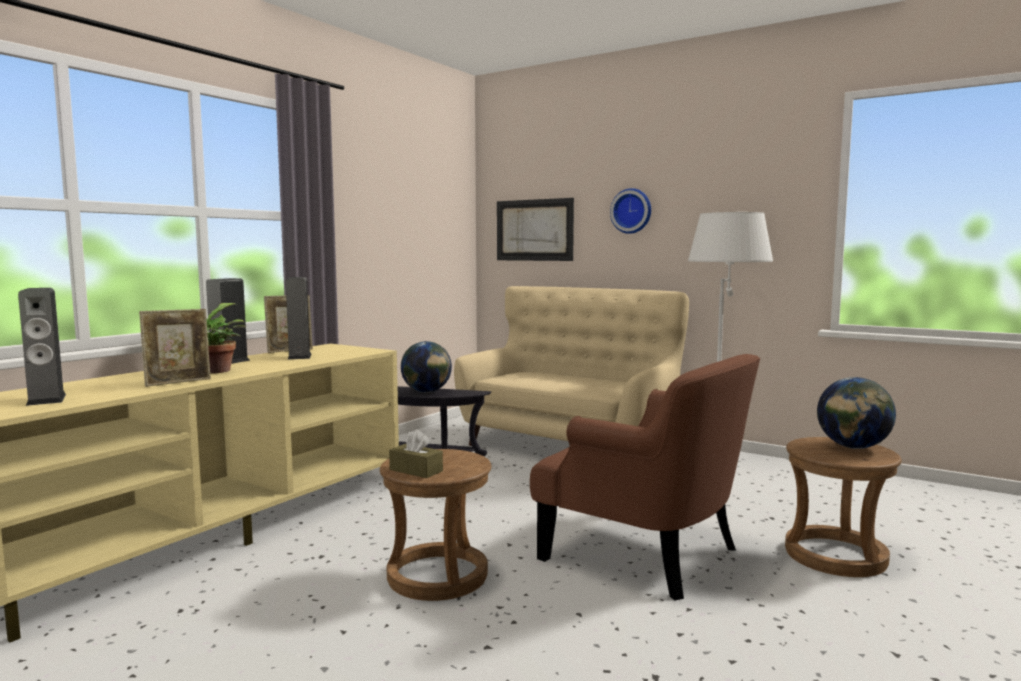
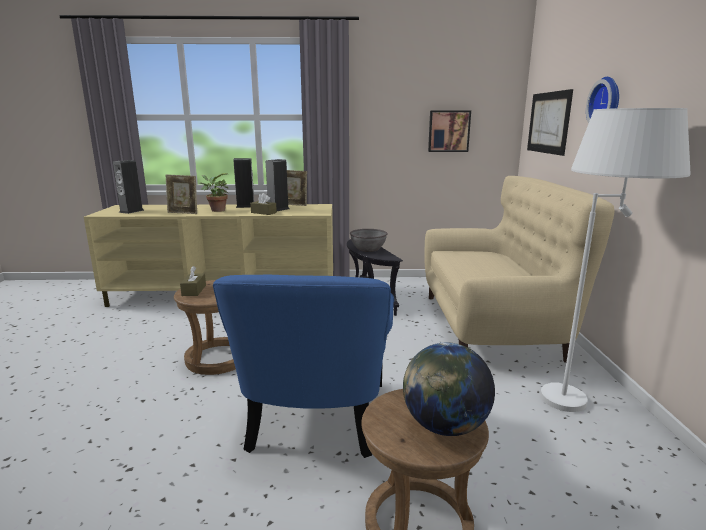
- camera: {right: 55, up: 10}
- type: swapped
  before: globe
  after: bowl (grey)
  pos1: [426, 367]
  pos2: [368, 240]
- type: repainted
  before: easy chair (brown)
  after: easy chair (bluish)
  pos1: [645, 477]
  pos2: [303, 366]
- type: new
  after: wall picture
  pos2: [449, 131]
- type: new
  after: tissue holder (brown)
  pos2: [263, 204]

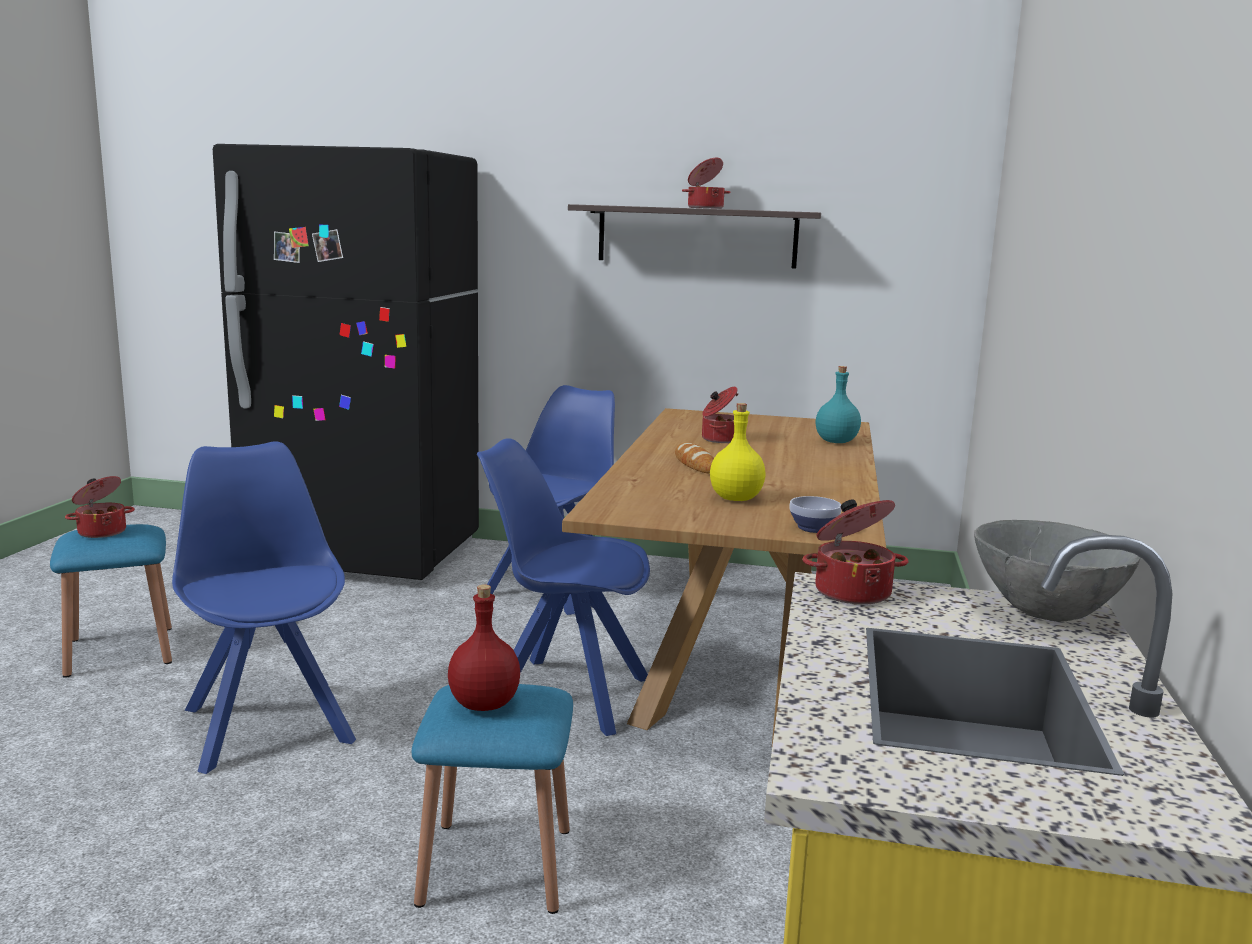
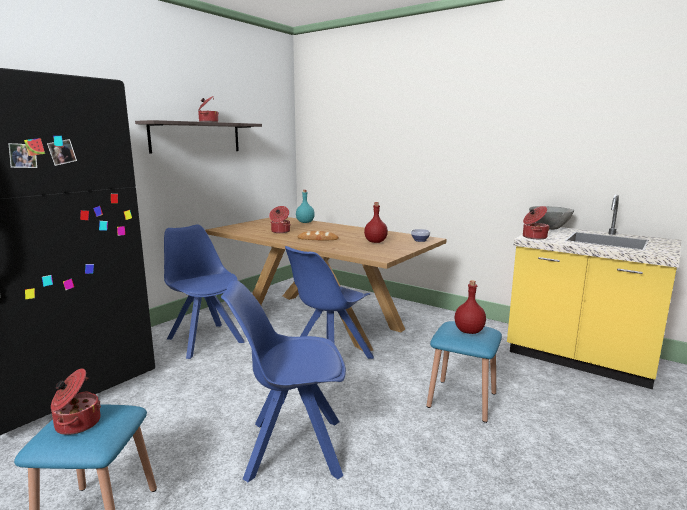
- camera: {right: -65, up: 0}
- type: repainted
  before: drink bottle (yellow)
  after: drink bottle (red)
  pos1: [738, 452]
  pos2: [376, 222]

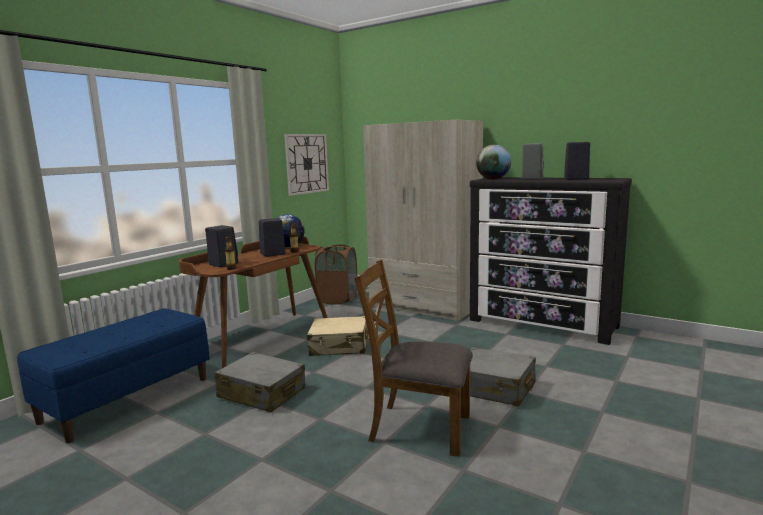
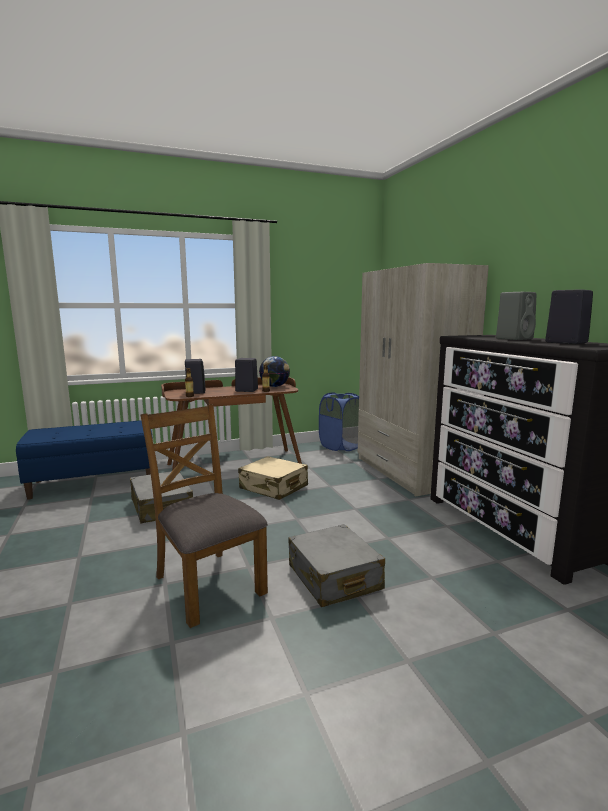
- camera: {right: 35, up: 0}
- type: gone
  before: hanging clock
  pos1: [306, 165]
- type: gone
  before: globe
  pos1: [493, 162]
- type: repainted
  before: washing basket (brown)
  after: washing basket (bluish)
  pos1: [336, 274]
  pos2: [339, 421]

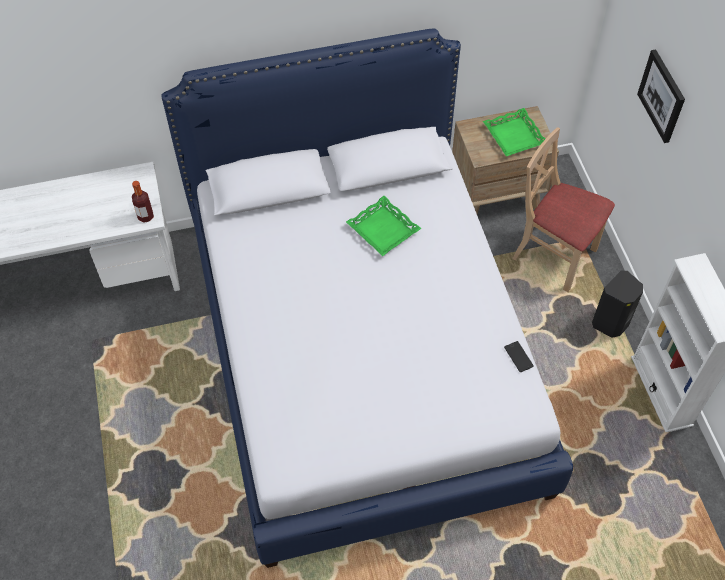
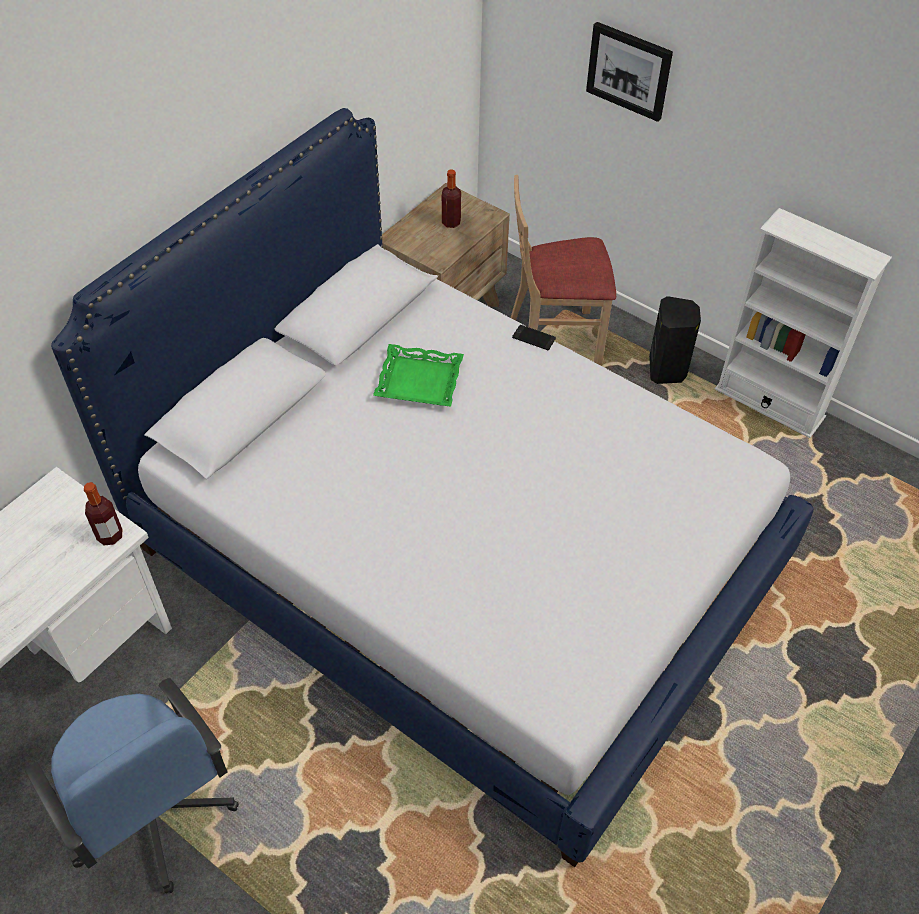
- camera: {right: -40, up: -5}
- type: swapped
  before: carrying tray (green)
  after: drink bottle
  pos1: [514, 132]
  pos2: [451, 199]
- type: shifted
  before: telephone
  pos1: [519, 356]
  pos2: [534, 337]
- type: new
  after: desk chair (bluish)
  pos2: [132, 785]

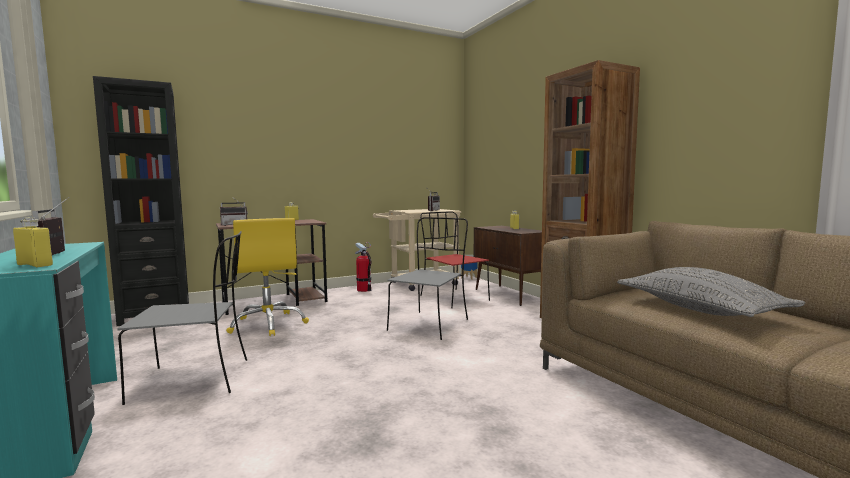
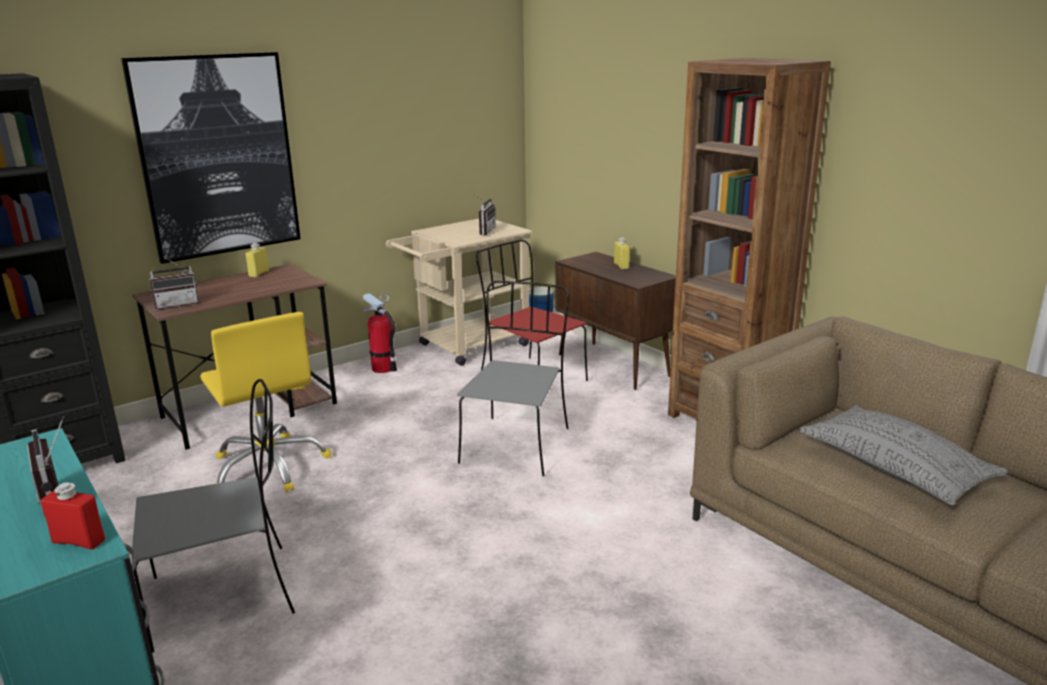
- camera: {right: -10, up: 15}
- type: repainted
  before: drink bottle (yellow)
  after: drink bottle (red)
  pos1: [33, 242]
  pos2: [73, 515]
- type: new
  after: wall picture
  pos2: [211, 158]

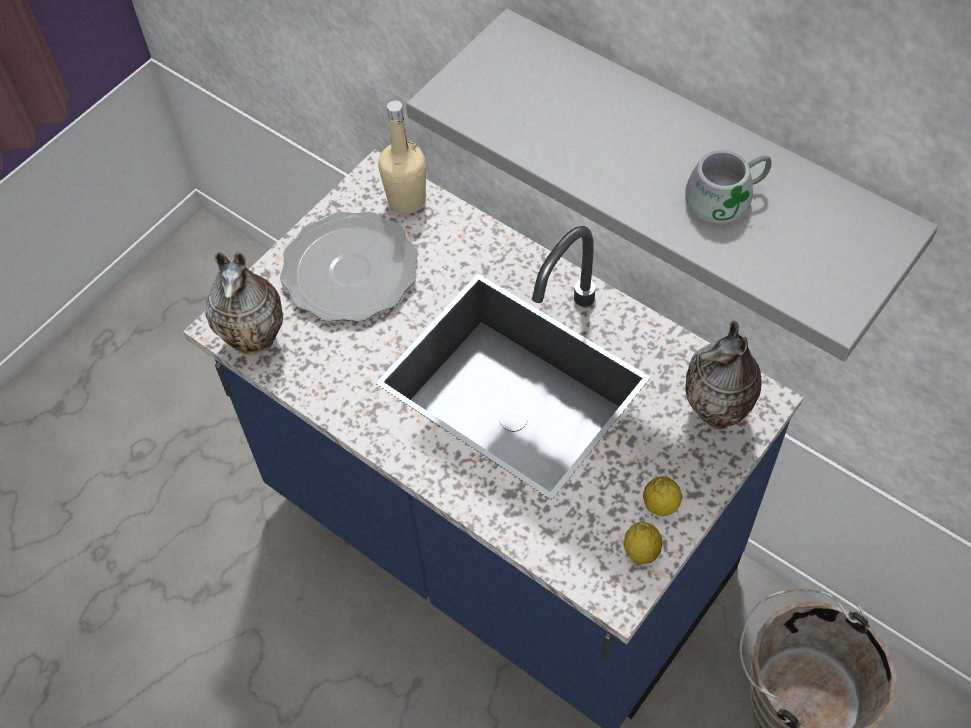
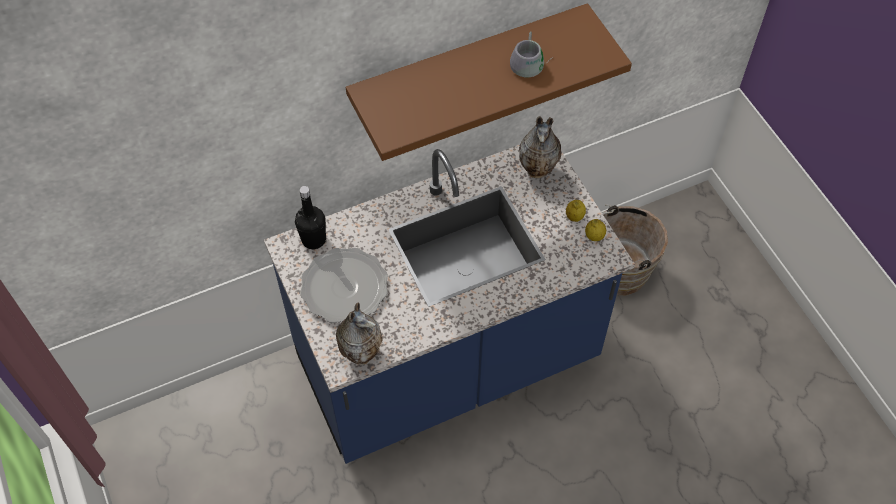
- camera: {right: -65, up: 0}
- type: repainted
  before: bracket shelf (grey)
  after: bracket shelf (brown)
  pos1: [672, 184]
  pos2: [489, 82]
- type: repainted
  before: drink bottle (beige-coloured)
  after: drink bottle (black-coloured)
  pos1: [402, 157]
  pos2: [310, 217]

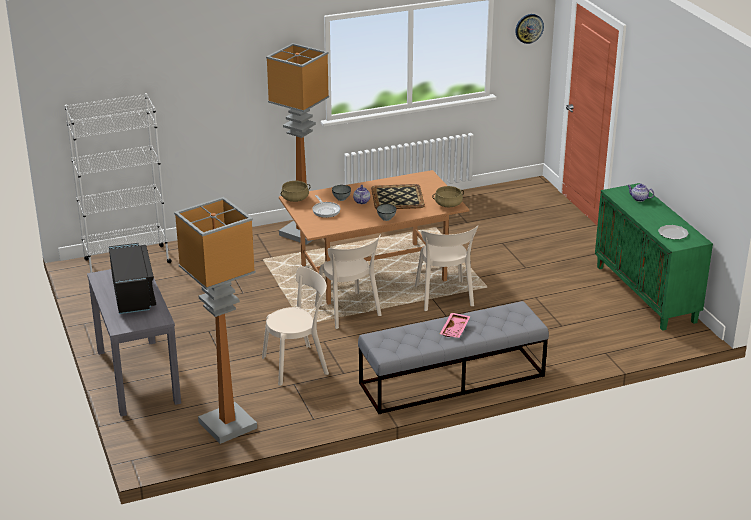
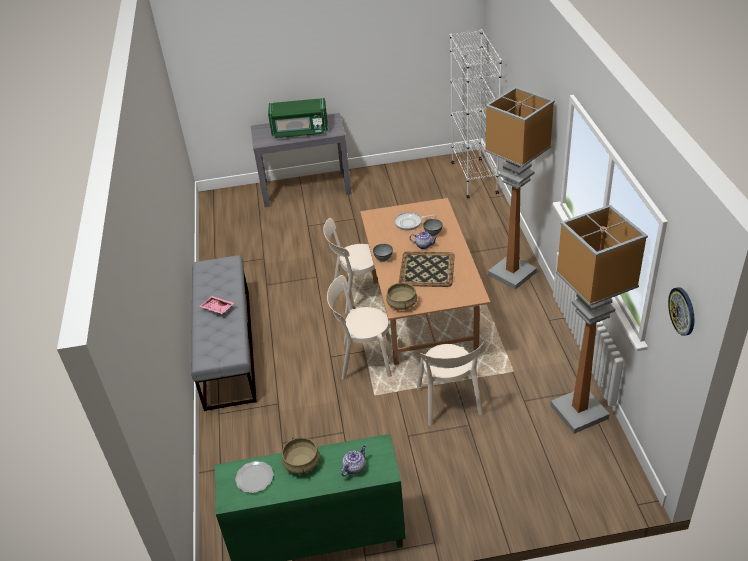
- camera: {right: 105, up: 10}
- type: shifted
  before: cooking pot (beige-coloured)
  pos1: [295, 191]
  pos2: [301, 455]
- type: shifted
  before: floor lamp
  pos1: [215, 320]
  pos2: [599, 319]
- type: repainted
  before: microwave oven (black-coloured)
  after: microwave oven (green)
  pos1: [132, 278]
  pos2: [298, 118]
- type: shifted
  before: upright chair (beige-coloured)
  pos1: [295, 326]
  pos2: [450, 383]

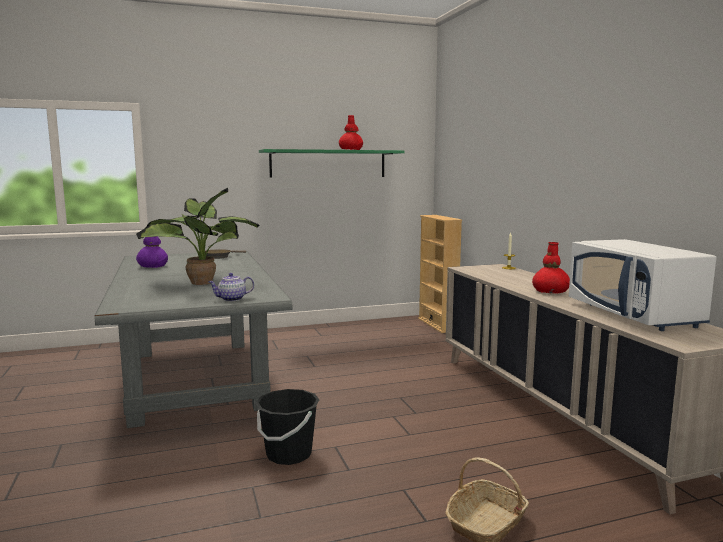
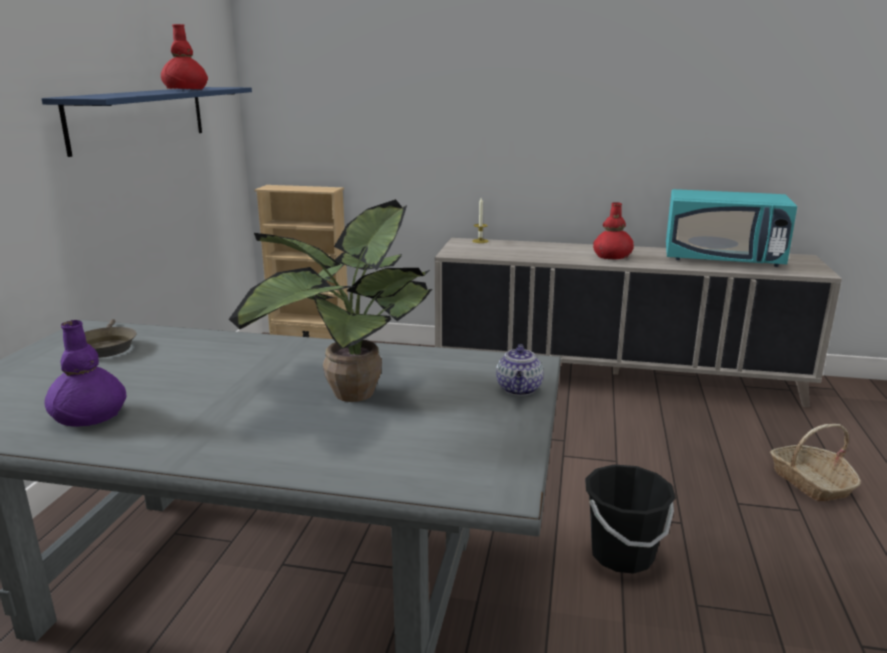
- camera: {right: -60, up: 10}
- type: repainted
  before: bracket shelf (green)
  after: bracket shelf (bluish)
  pos1: [332, 163]
  pos2: [146, 122]
- type: repainted
  before: microwave oven (white-coloured)
  after: microwave oven (blue-green)
  pos1: [642, 285]
  pos2: [731, 228]

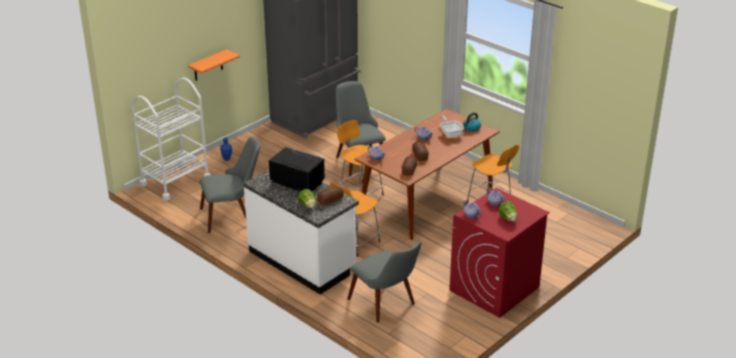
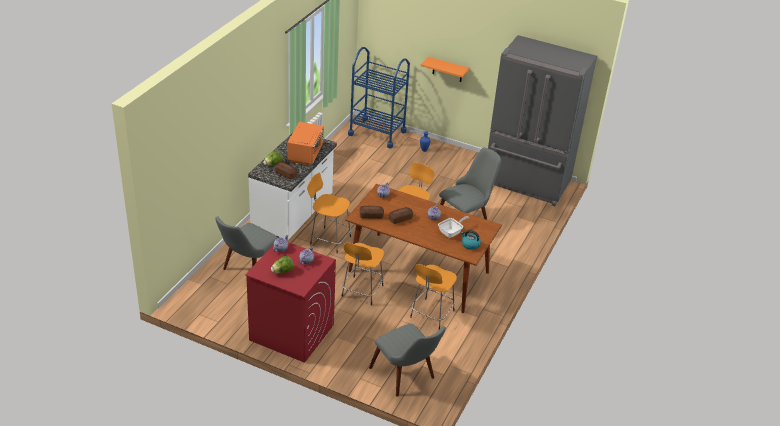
- camera: {right: 70, up: 5}
- type: repainted
  before: wheeled cart (white-coloured)
  after: wheeled cart (bluish)
  pos1: [171, 139]
  pos2: [379, 98]
- type: shifted
  before: upright chair (grey)
  pos1: [230, 185]
  pos2: [407, 360]
- type: repainted
  before: microwave oven (black-coloured)
  after: microwave oven (orange)
  pos1: [297, 169]
  pos2: [305, 143]
- type: new
  after: stool (orange)
  pos2: [363, 274]

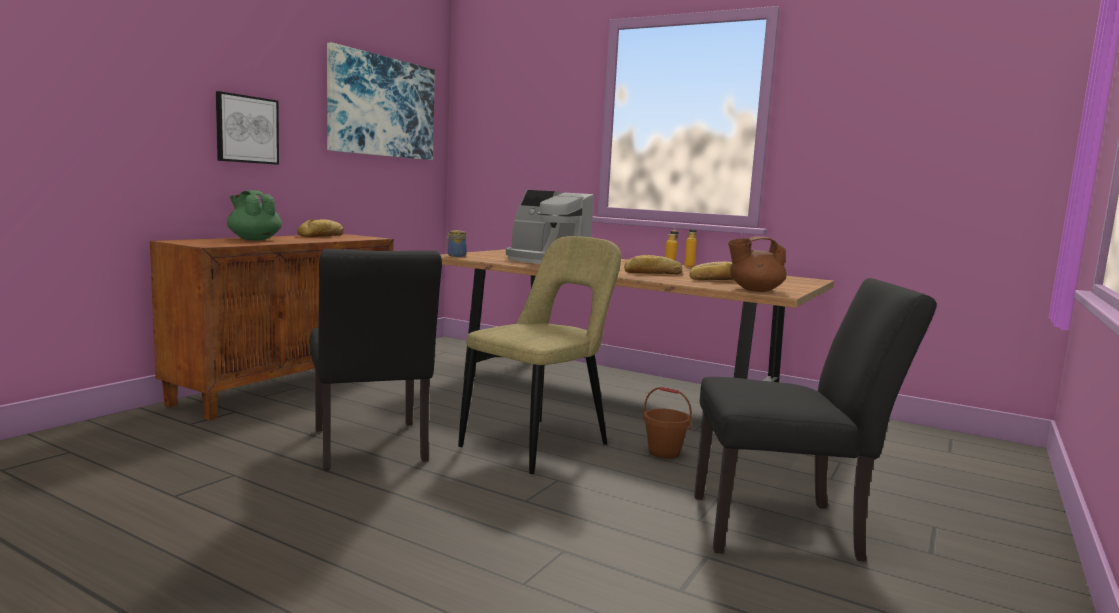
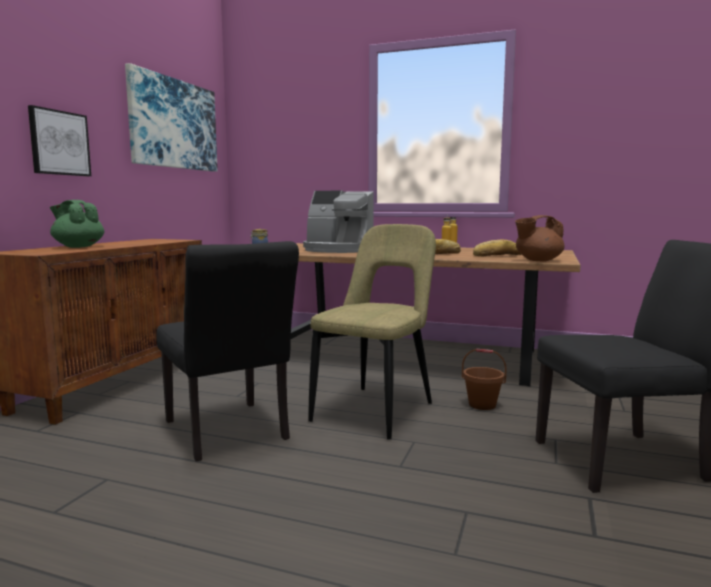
- camera: {right: -10, up: 0}
- type: gone
  before: bakery bread
  pos1: [320, 228]

